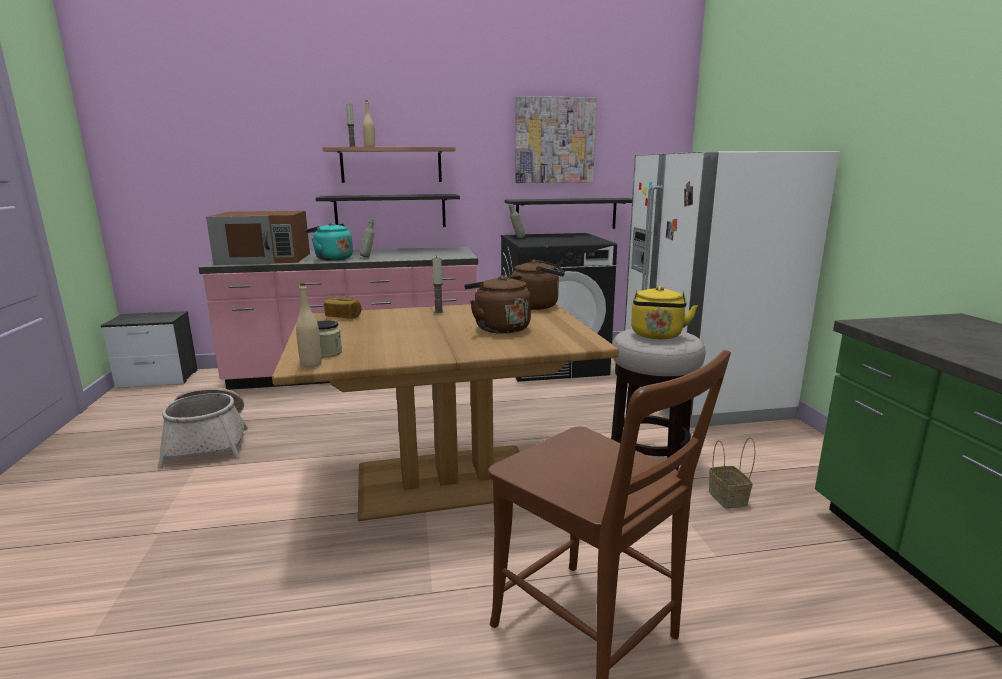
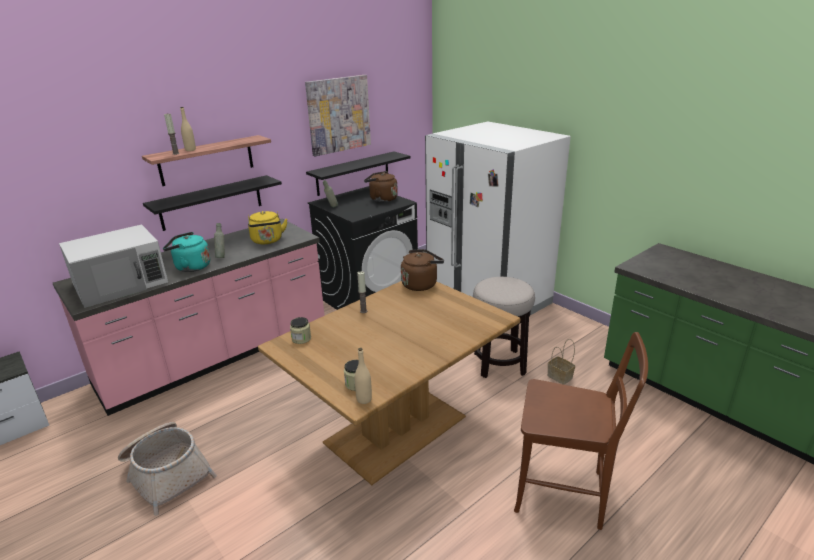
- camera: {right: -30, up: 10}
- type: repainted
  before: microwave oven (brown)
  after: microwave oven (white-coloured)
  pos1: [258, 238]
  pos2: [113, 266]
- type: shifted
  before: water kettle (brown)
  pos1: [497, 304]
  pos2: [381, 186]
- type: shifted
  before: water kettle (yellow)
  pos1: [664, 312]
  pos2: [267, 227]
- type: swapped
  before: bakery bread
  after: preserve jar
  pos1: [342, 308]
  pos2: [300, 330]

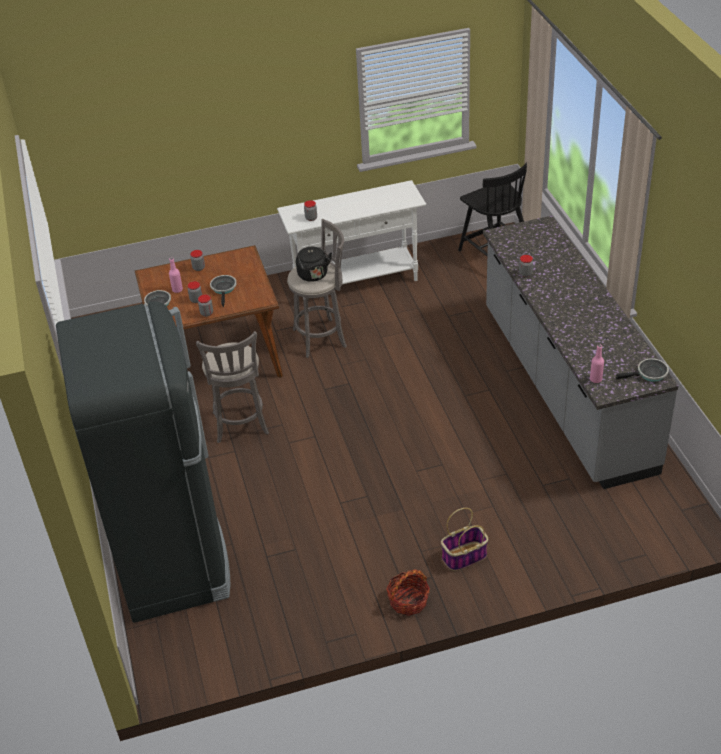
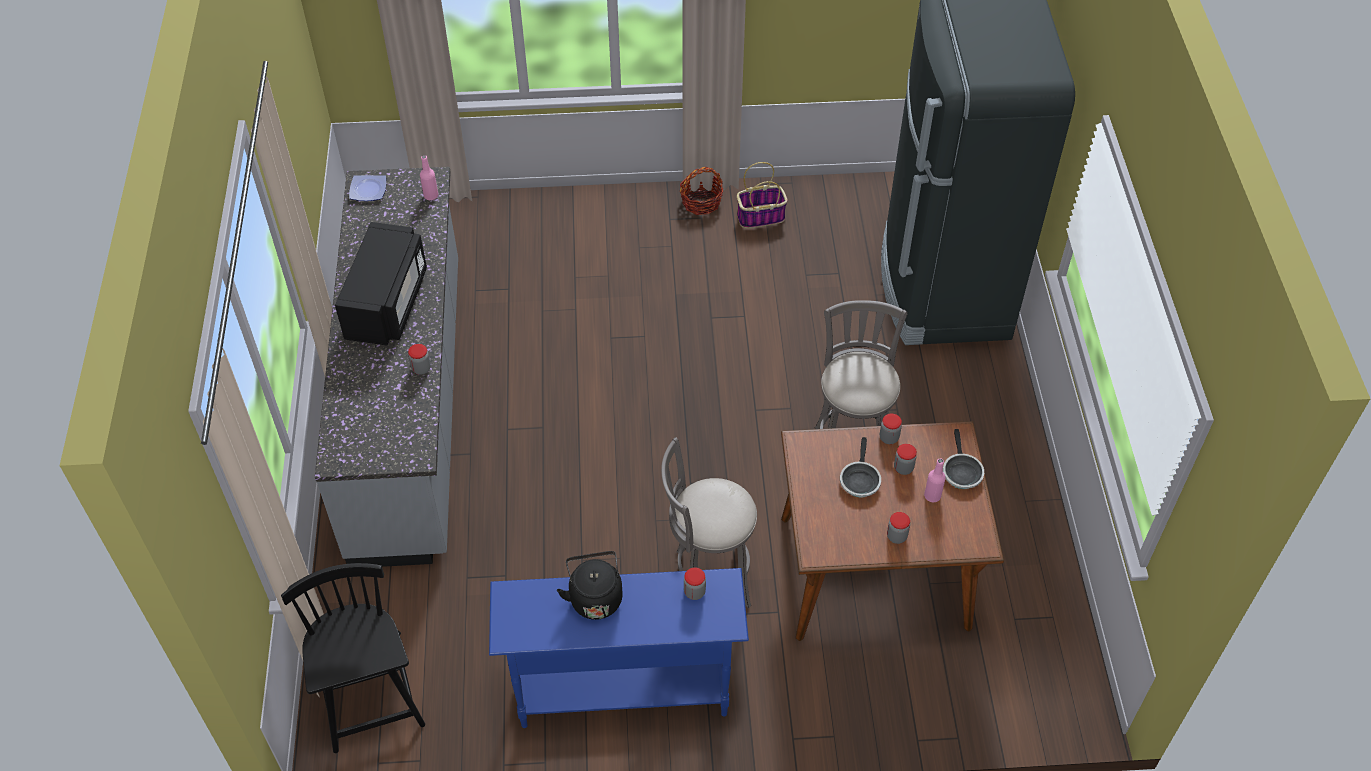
- camera: {right: -170, up: 10}
- type: repainted
  before: console table (white-coloured)
  after: console table (bluish)
  pos1: [351, 240]
  pos2: [619, 648]
- type: shifted
  before: water kettle (black-coloured)
  pos1: [314, 264]
  pos2: [590, 585]
- type: swapped
  before: pan
  after: dinner plate
  pos1: [642, 370]
  pos2: [367, 188]
- type: shifted
  before: basket
  pos1: [464, 539]
  pos2: [762, 195]
- type: new
  after: microwave oven (black-coloured)
  pos2: [381, 284]

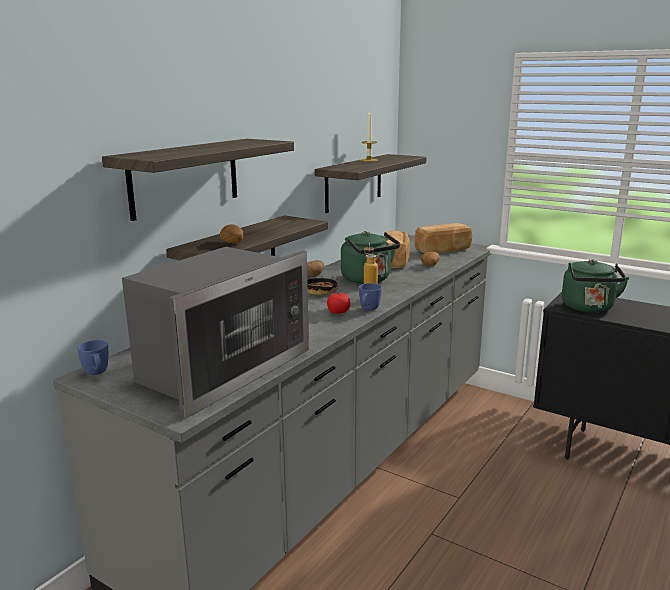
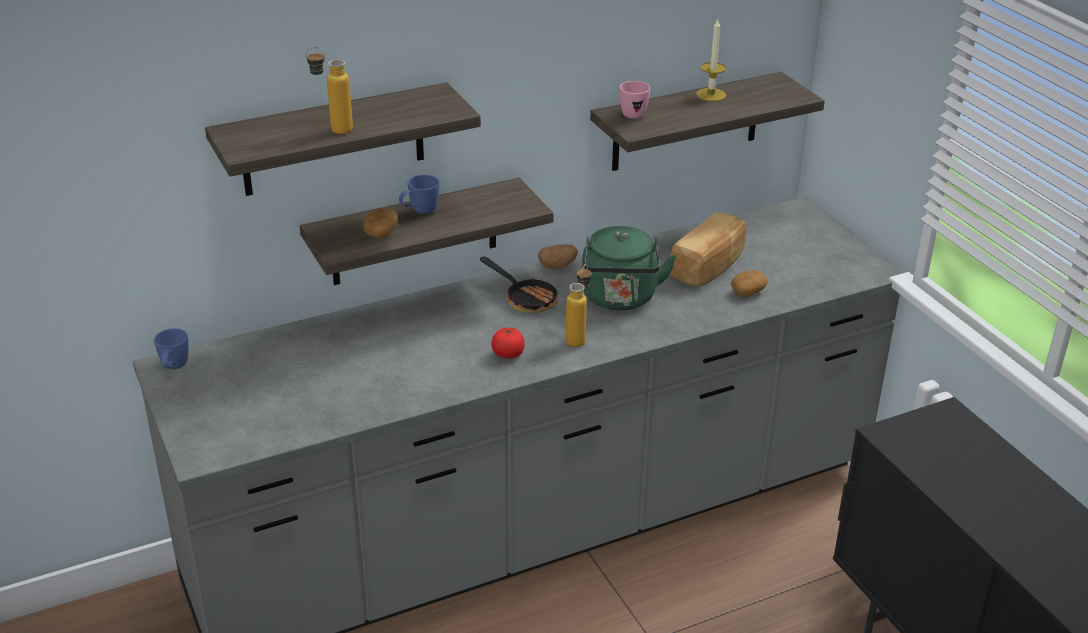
- camera: {right: 30, up: 15}
- type: gone
  before: bakery bread
  pos1: [443, 238]
- type: gone
  before: microwave oven
  pos1: [215, 333]
- type: gone
  before: water kettle (green)
  pos1: [595, 286]
- type: shifted
  before: mug (bluish)
  pos1: [370, 296]
  pos2: [419, 194]
- type: new
  after: drink bottle
  pos2: [329, 90]
- type: new
  after: mug (pink)
  pos2: [634, 100]

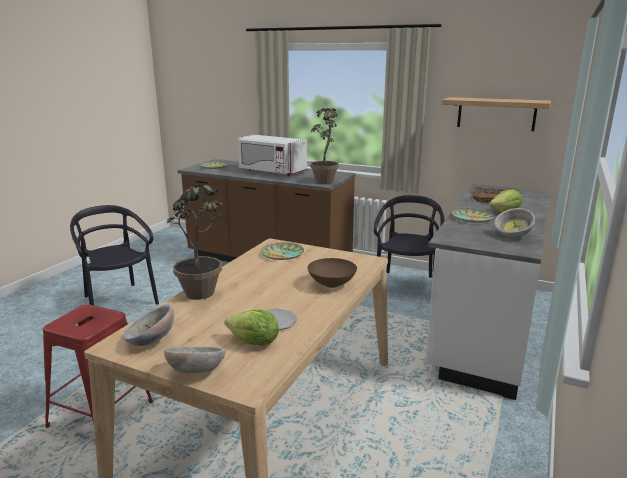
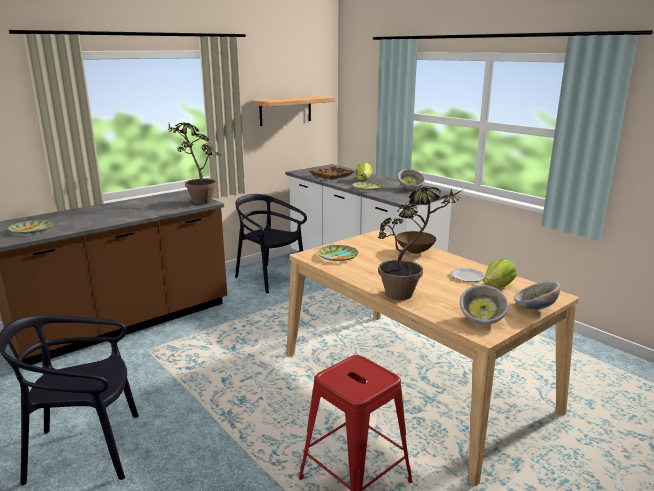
- camera: {right: -65, up: 0}
- type: gone
  before: microwave oven (white-coloured)
  pos1: [272, 155]

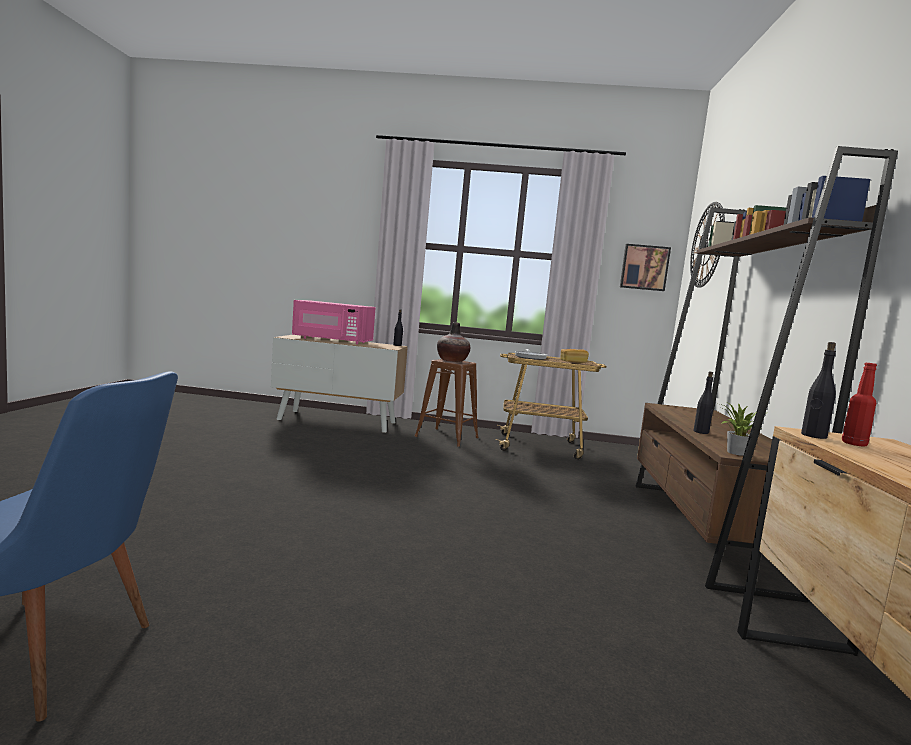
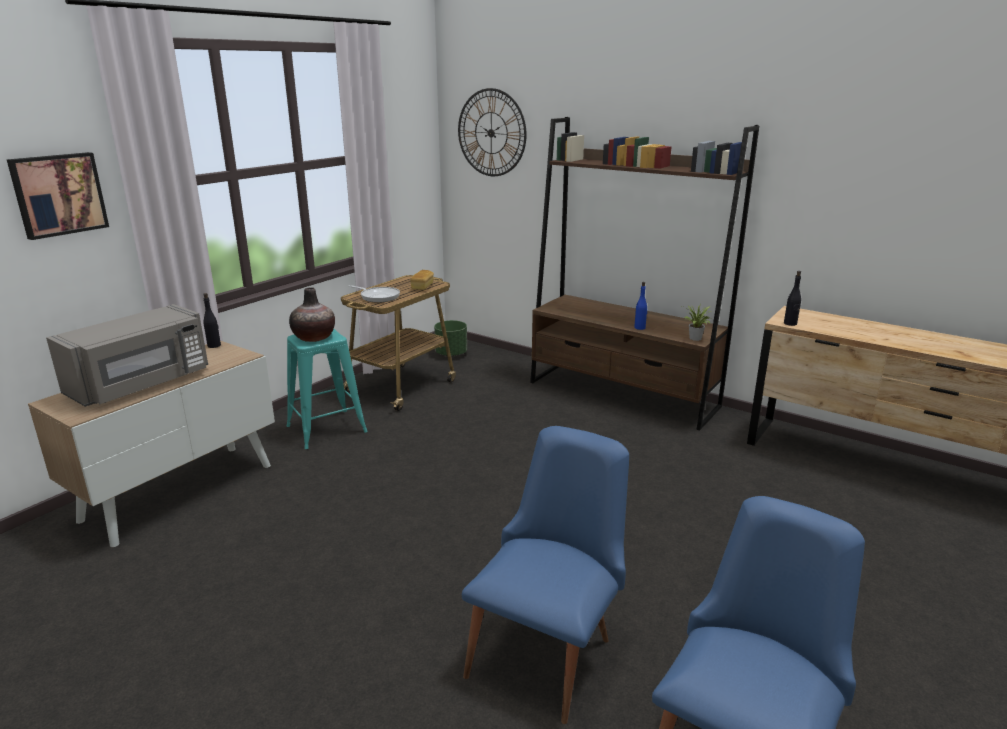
- camera: {right: -60, up: 15}
- type: shifted
  before: wall picture
  pos1: [645, 267]
  pos2: [58, 196]
- type: repainted
  before: microwave oven (pink)
  after: microwave oven (grey)
  pos1: [334, 322]
  pos2: [127, 355]
- type: repainted
  before: stool (brown)
  after: stool (blue-green)
  pos1: [447, 403]
  pos2: [327, 389]
- type: gone
  before: drink bottle (red)
  pos1: [859, 404]
- type: repainted
  before: drink bottle (black-coloured)
  after: drink bottle (bluish)
  pos1: [703, 403]
  pos2: [640, 306]
- type: new
  after: planter (green)
  pos2: [450, 338]
- type: new
  after: upright chair (bluish)
  pos2: [545, 575]

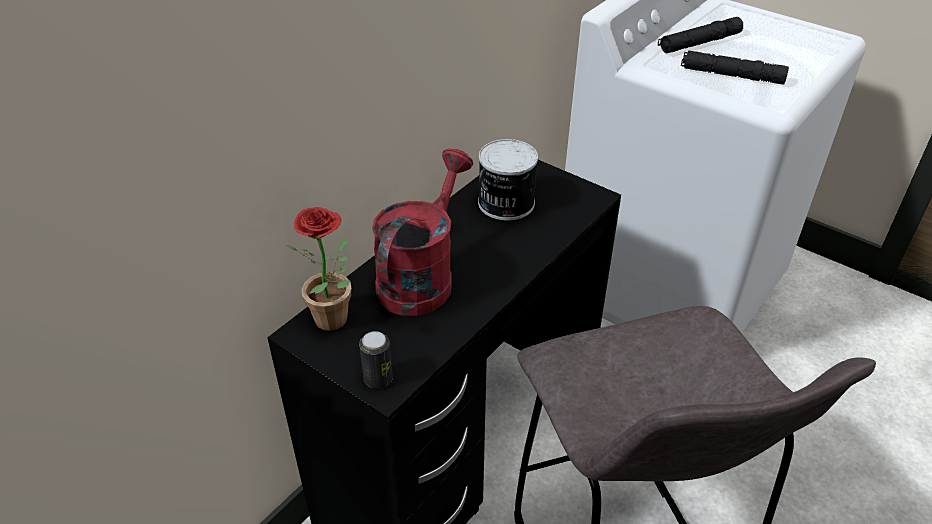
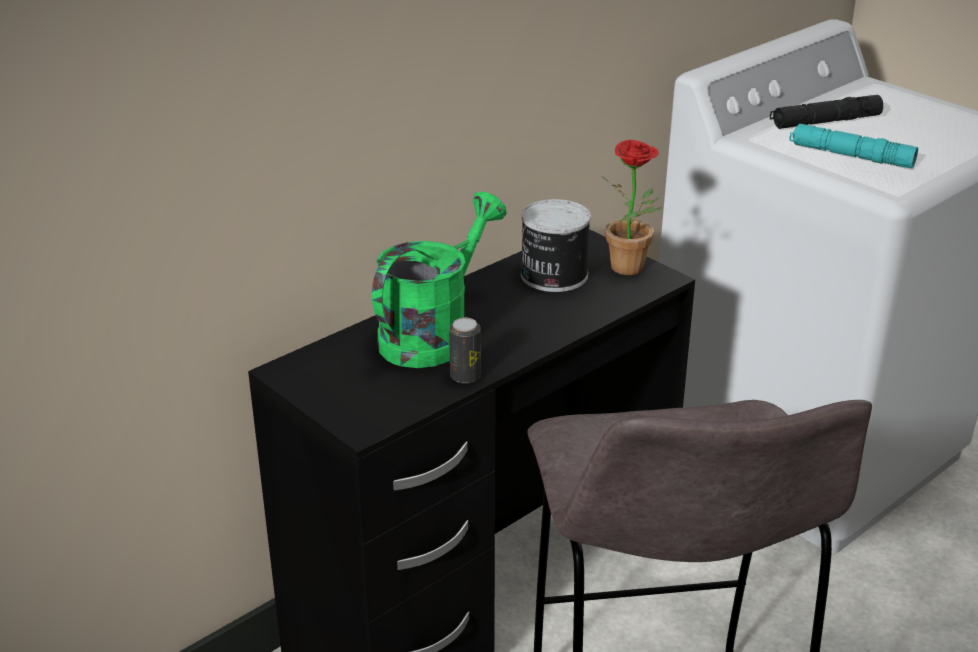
- camera: {right: 10, up: -10}
- type: repainted
  before: flashlight (black-coloured)
  after: flashlight (blue-green)
  pos1: [735, 67]
  pos2: [853, 146]
- type: repainted
  before: watering pot (red)
  after: watering pot (green)
  pos1: [422, 232]
  pos2: [439, 280]
- type: shifted
  before: houseplant
  pos1: [319, 269]
  pos2: [631, 207]
- type: shifted
  before: metal can
  pos1: [376, 360]
  pos2: [465, 350]

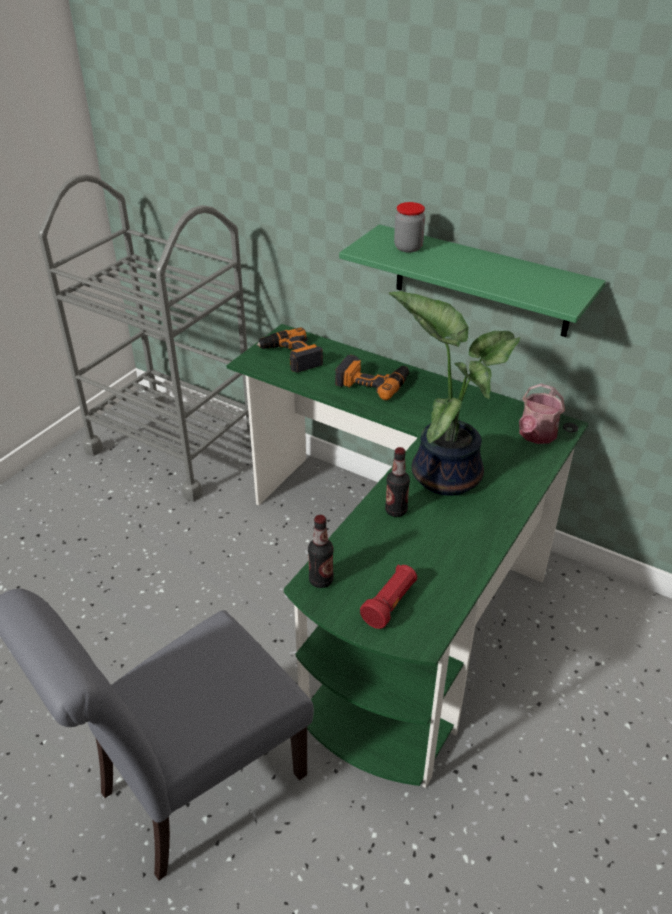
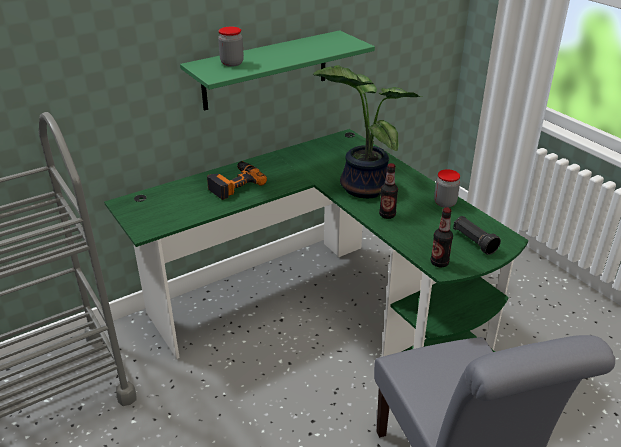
- camera: {right: -65, up: -5}
- type: gone
  before: electric drill
  pos1: [289, 350]
- type: gone
  before: watering pot
  pos1: [542, 413]
- type: repainted
  before: flashlight (red)
  after: flashlight (black-coloured)
  pos1: [388, 596]
  pos2: [477, 235]
- type: new
  after: preserve jar
  pos2: [447, 188]

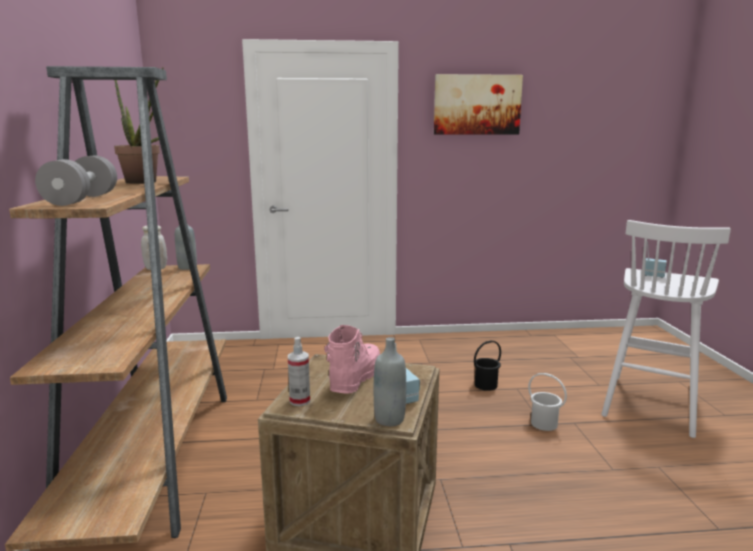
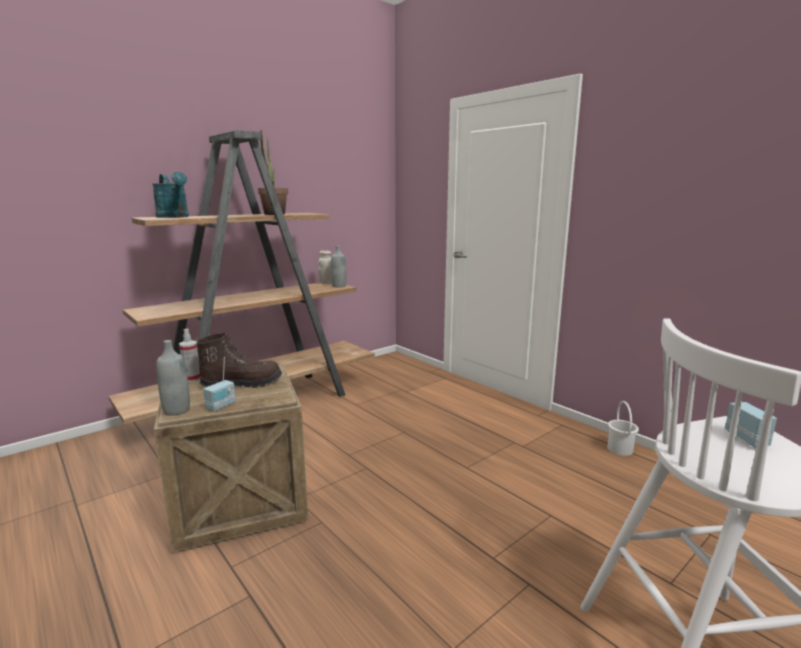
- camera: {right: 55, up: 0}
- type: gone
  before: wall picture
  pos1: [478, 104]
- type: swapped
  before: free weight (grey)
  after: watering pot (blue-green)
  pos1: [76, 180]
  pos2: [170, 195]
- type: repainted
  before: tall boot (pink)
  after: tall boot (brown)
  pos1: [352, 359]
  pos2: [239, 360]
- type: gone
  before: bucket (black-coloured)
  pos1: [487, 365]
- type: shifted
  before: bucket (white-coloured)
  pos1: [547, 402]
  pos2: [623, 428]

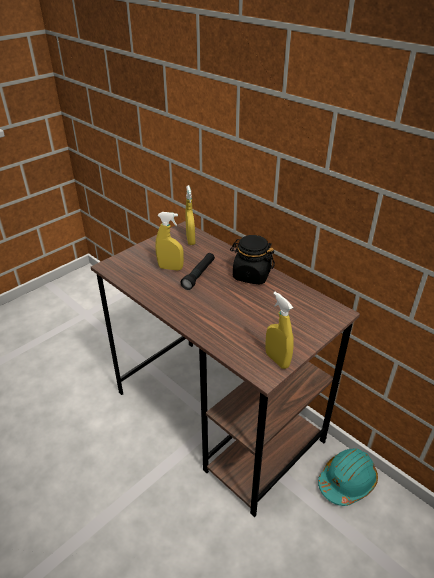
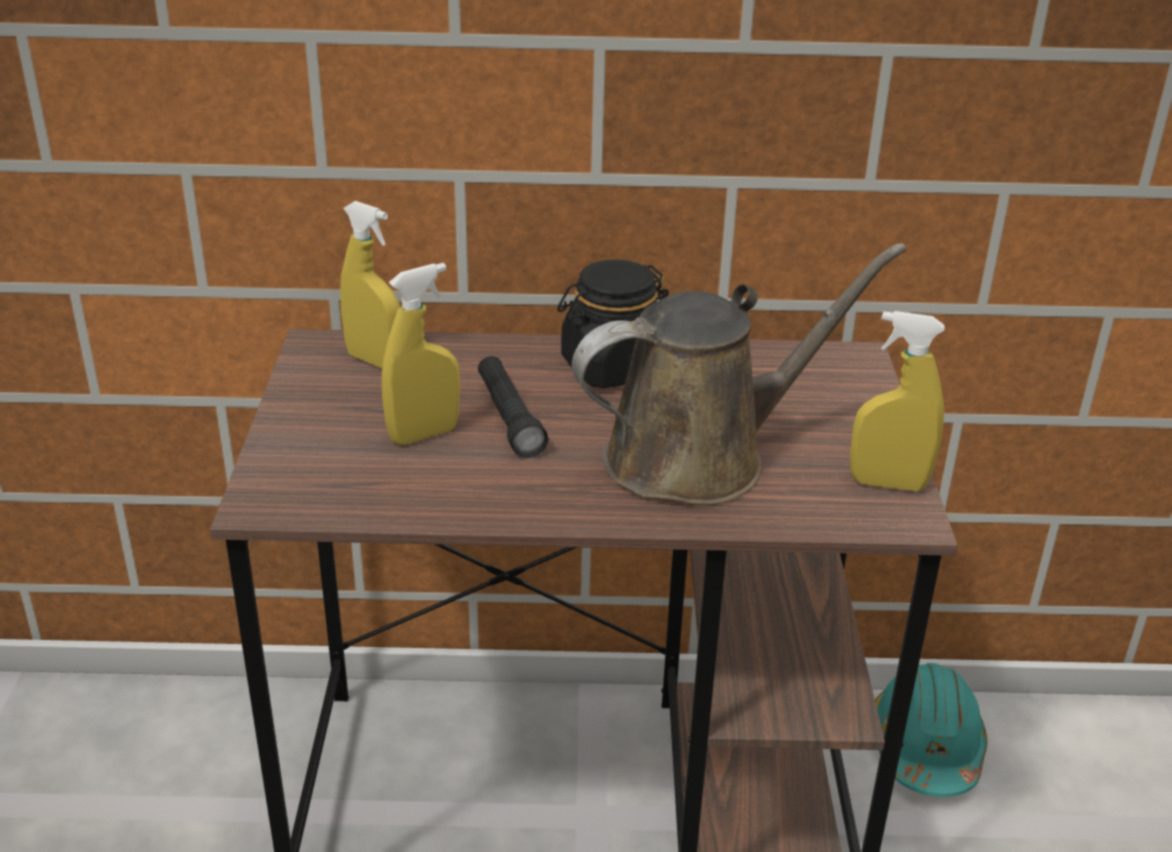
- camera: {right: -45, up: -5}
- type: new
  after: watering pot (brown)
  pos2: [739, 374]

